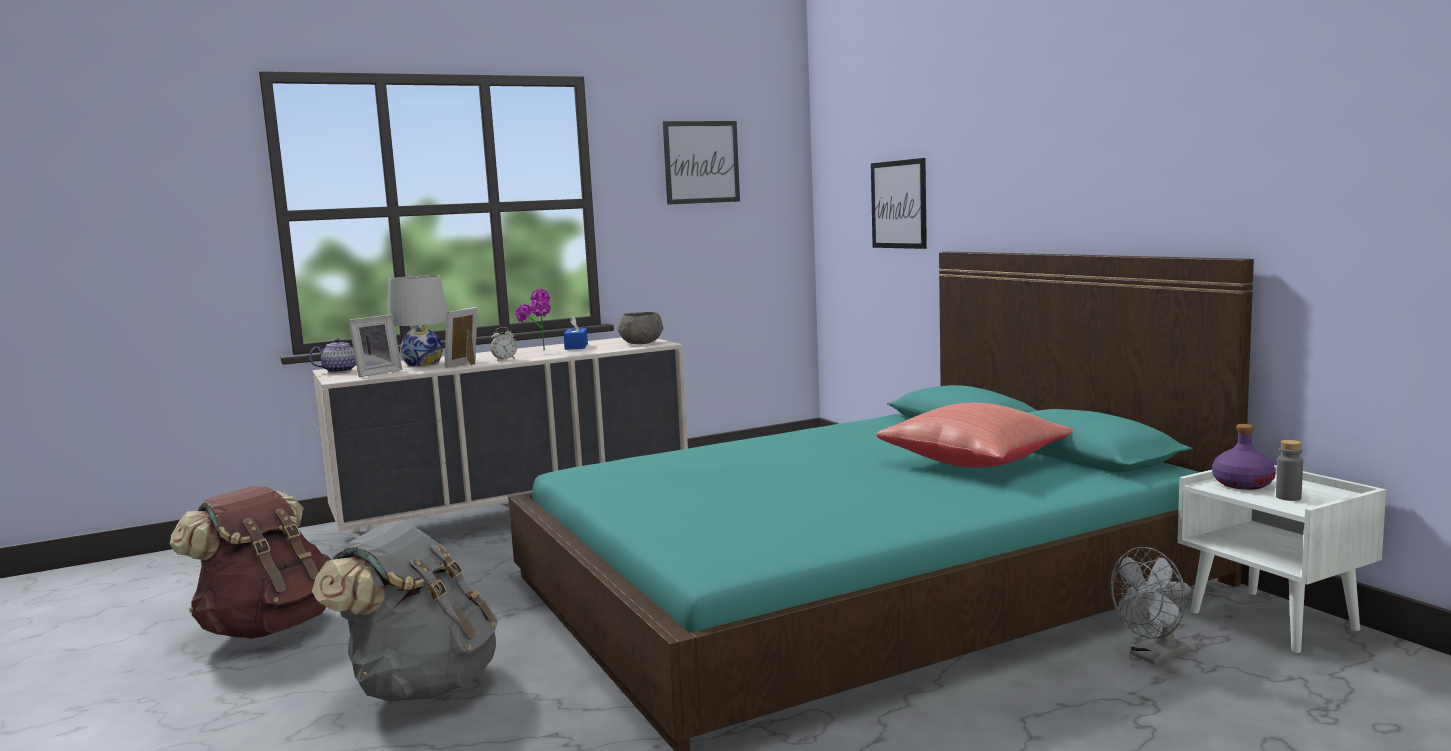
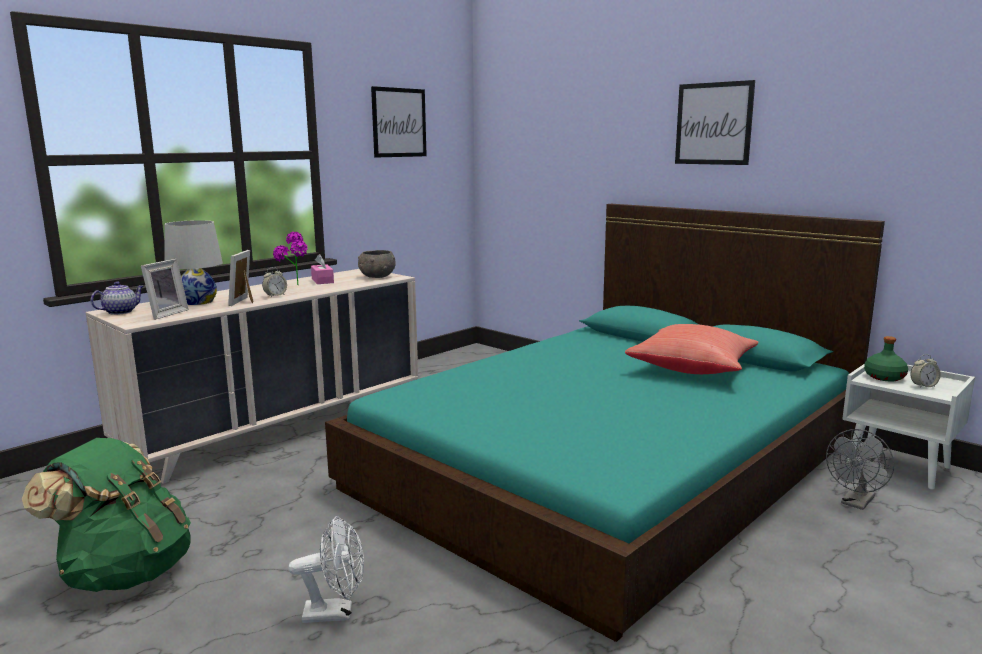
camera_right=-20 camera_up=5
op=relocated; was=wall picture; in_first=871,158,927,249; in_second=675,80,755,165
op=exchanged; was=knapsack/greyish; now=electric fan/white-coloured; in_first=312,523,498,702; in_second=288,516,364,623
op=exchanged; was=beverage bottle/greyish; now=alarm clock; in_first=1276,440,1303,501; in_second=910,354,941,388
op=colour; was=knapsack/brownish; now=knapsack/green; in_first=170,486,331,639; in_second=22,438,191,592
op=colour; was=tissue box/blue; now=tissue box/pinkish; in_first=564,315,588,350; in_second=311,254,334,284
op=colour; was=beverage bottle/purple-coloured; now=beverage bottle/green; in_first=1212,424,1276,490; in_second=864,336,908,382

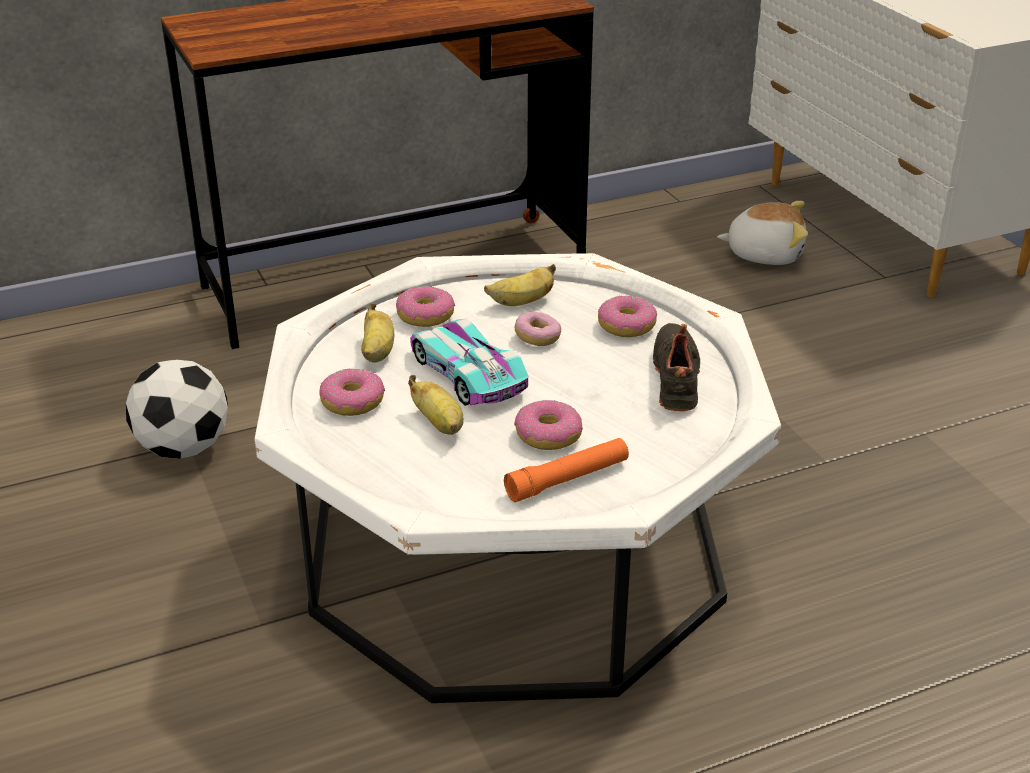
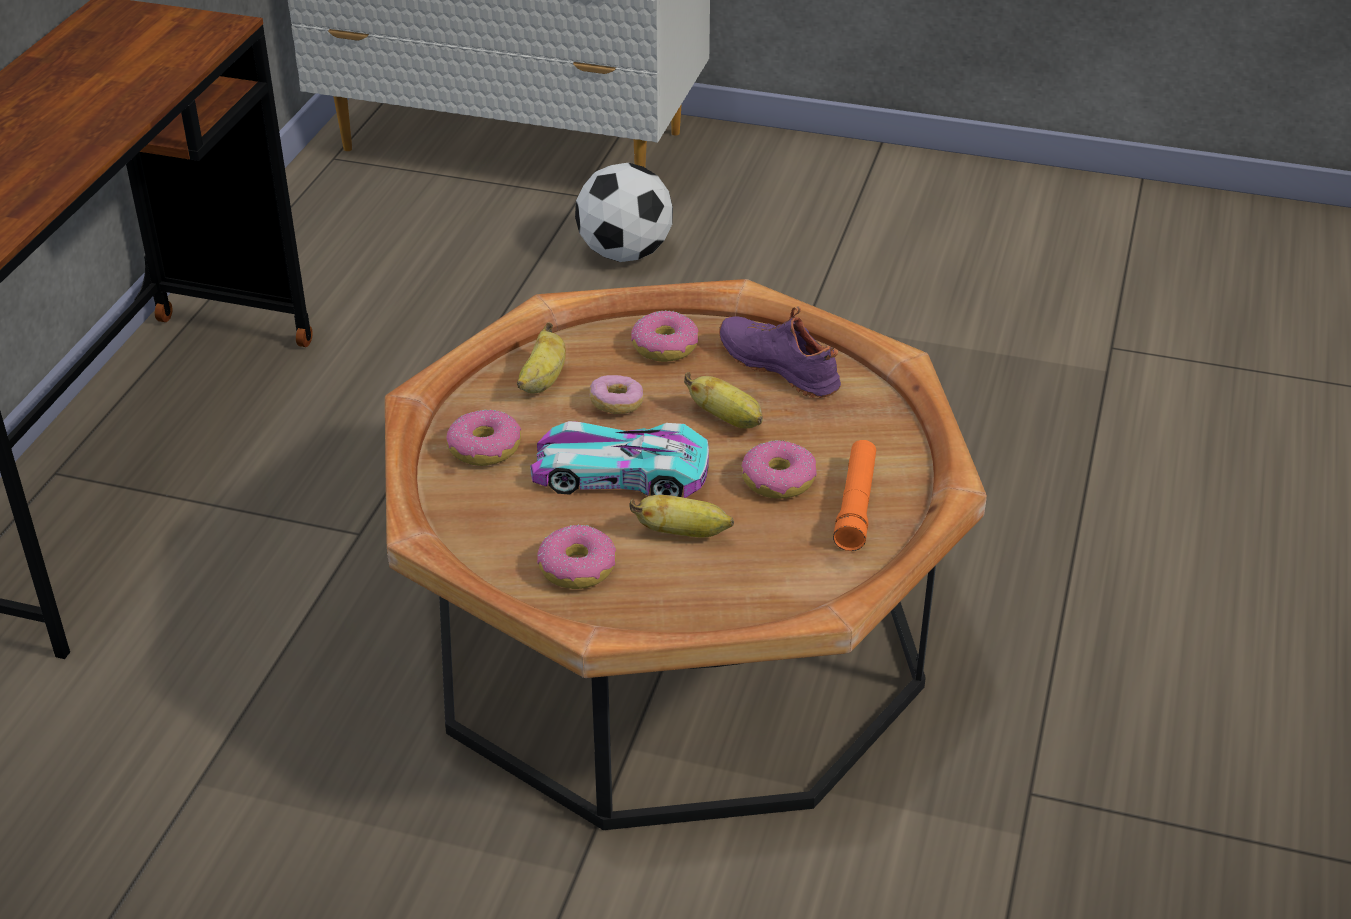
camera_right=-50 camera_up=5
op=missing; was=soft toy; in_first=717,201,808,265
op=relocated; was=football; in_first=126,360,228,459; in_second=575,163,673,262
op=relocated; was=whole banana; in_first=361,303,394,363; in_second=684,372,763,428
op=colour; was=lounge table/white-coloured; now=lounge table/brownish; in_first=255,253,781,703; in_second=385,279,987,830
op=colour; was=item of footwear/black-coloured; now=item of footwear/purple-coloured; in_first=653,323,700,411; in_second=719,306,841,398

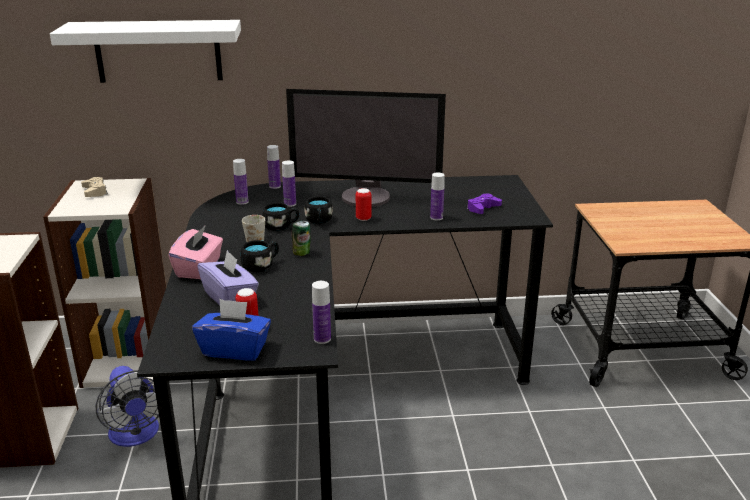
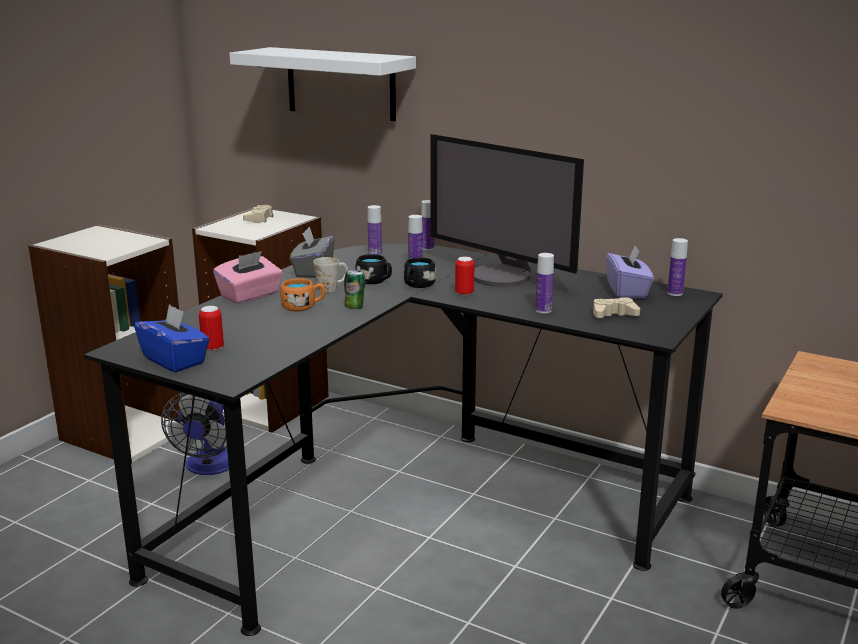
camera_right=35 camera_up=-5
op=appeared; now=tissue box/greyish; in_second=290,226,335,278
op=relocated; was=tissue box/purple-coloured; in_first=198,250,259,305; in_second=606,244,654,298
op=relocated; was=beverage bottle; in_first=312,281,331,344; in_second=667,238,688,296
op=colour; was=tea mug/black-coloured; now=tea mug/orange-coloured; in_first=241,240,279,272; in_second=280,278,325,312
op=colour; was=gamepad/purple-coloured; now=gamepad/sand-coloured; in_first=467,194,502,214; in_second=593,297,640,318

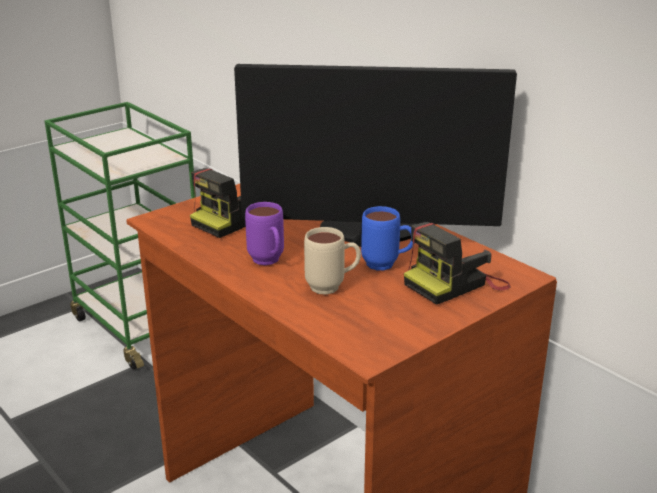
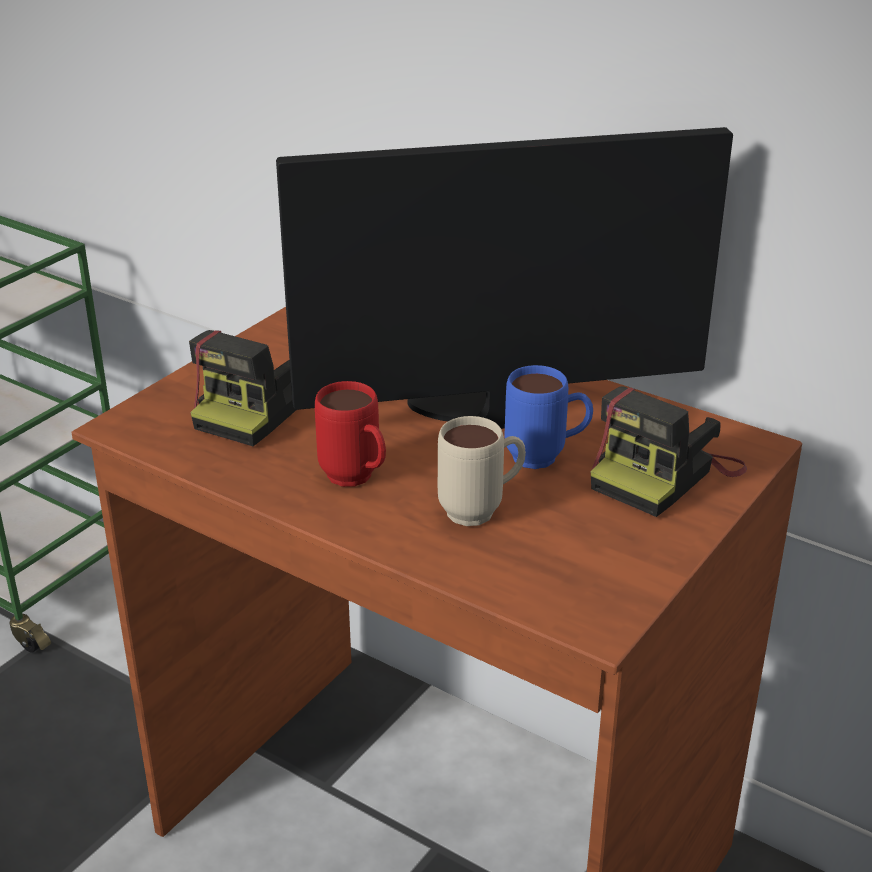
camera_right=-15 camera_up=5
op=colour; was=tea mug/purple-coloured; now=tea mug/red; in_first=245,202,284,265; in_second=315,381,386,487

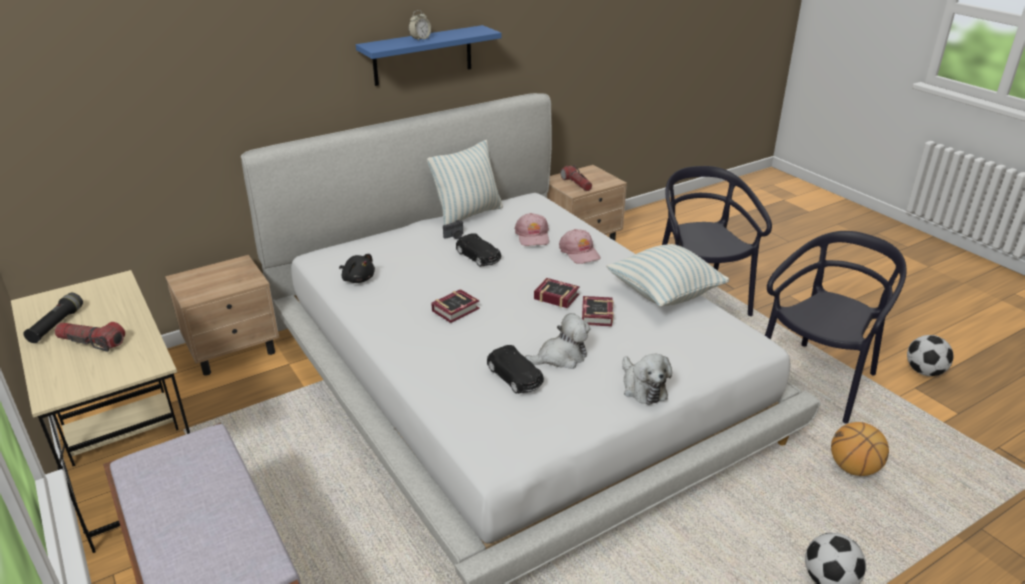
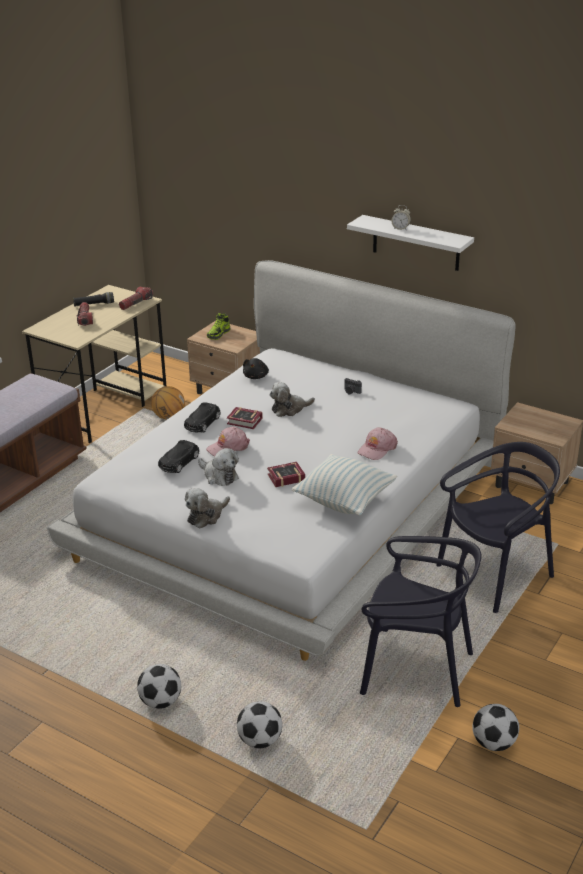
camera_right=65 camera_up=0
op=missing; was=pillow; in_first=427,140,503,225
op=missing; was=bound book; in_first=534,278,580,308
op=appeared; now=item of footwear; in_second=207,313,230,340
op=appeared; now=football; in_second=237,701,282,748
op=appeared; now=soft toy; in_second=269,382,315,417
op=relocated; was=miniature car/black-coloured; in_first=456,233,501,267; in_second=184,402,220,433
op=relocated; was=peaked cap/pinkish; in_first=514,213,549,246; in_second=206,427,250,457
op=relocated; was=flashlight; in_first=560,165,592,191; in_second=119,287,153,310
op=relocated; was=basketball; in_first=831,422,889,476; in_second=151,386,185,420
op=colour; was=bracket shelf/blue; now=bracket shelf/white-coloured; in_first=356,25,502,86; in_second=347,215,474,271

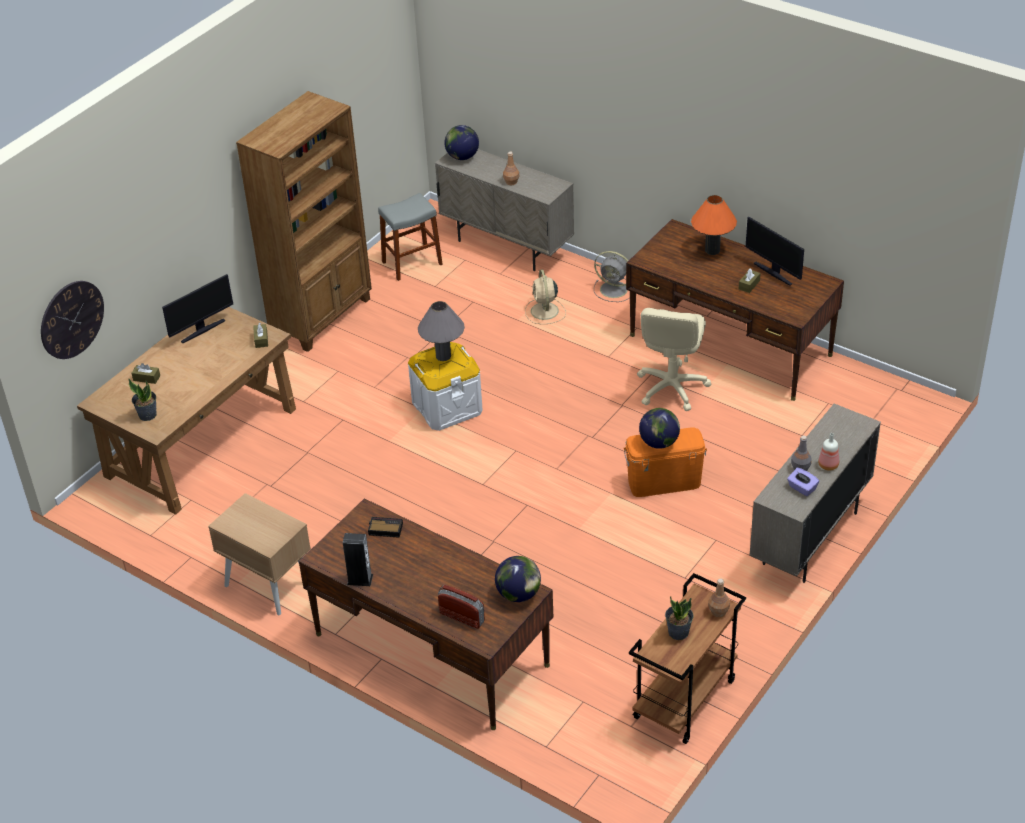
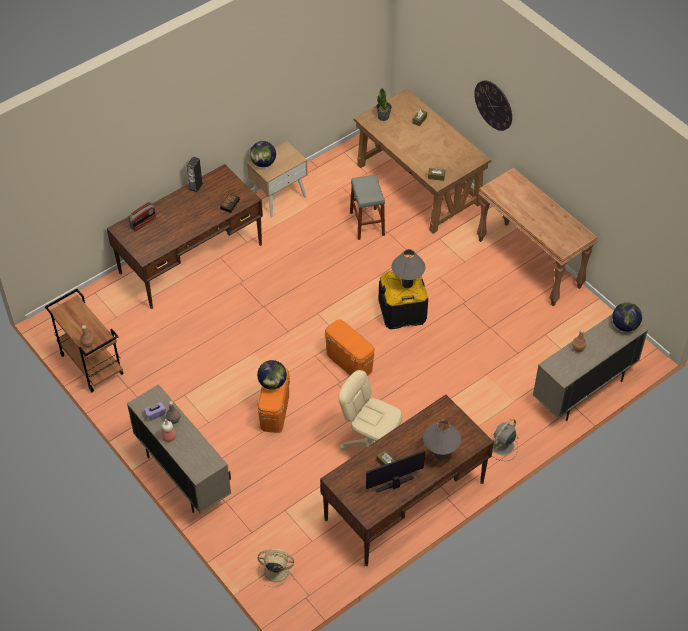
camera_right=105 camera_up=10
op=missing; was=computer display; in_first=162,274,233,343
op=missing; was=potted plant; in_first=665,596,694,640
op=appeared; now=storage box/orange-coloured; in_second=325,319,375,376
op=relocated; was=clock on the wall; in_first=41,281,104,359; in_second=474,80,512,131
op=relocated; was=sitting stool/greyish; in_first=378,193,443,281; in_second=350,175,385,240
op=relocated; was=world globe; in_first=495,556,541,602; in_second=250,141,276,167
op=relocated; was=electric fan/sand-coloured; in_first=525,269,566,324; in_second=258,549,295,587
op=exchanged; was=shelving unit/brownish; now=hall table/brownish; in_first=236,91,372,352; in_second=477,167,598,306
op=colour; was=storage box/white-coloured; now=storage box/black-coloured; in_first=408,342,483,431; in_second=378,270,428,329
op=colour; was=table lamp/orange-coloured; now=table lamp/greyish; in_first=691,195,737,255; in_second=423,420,461,460

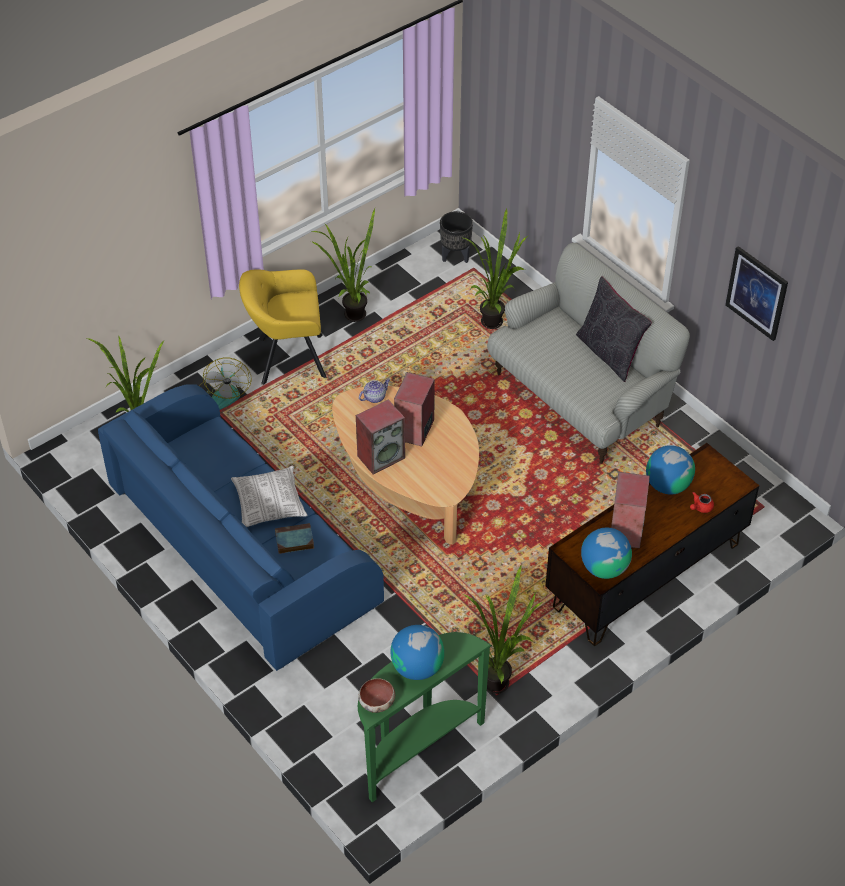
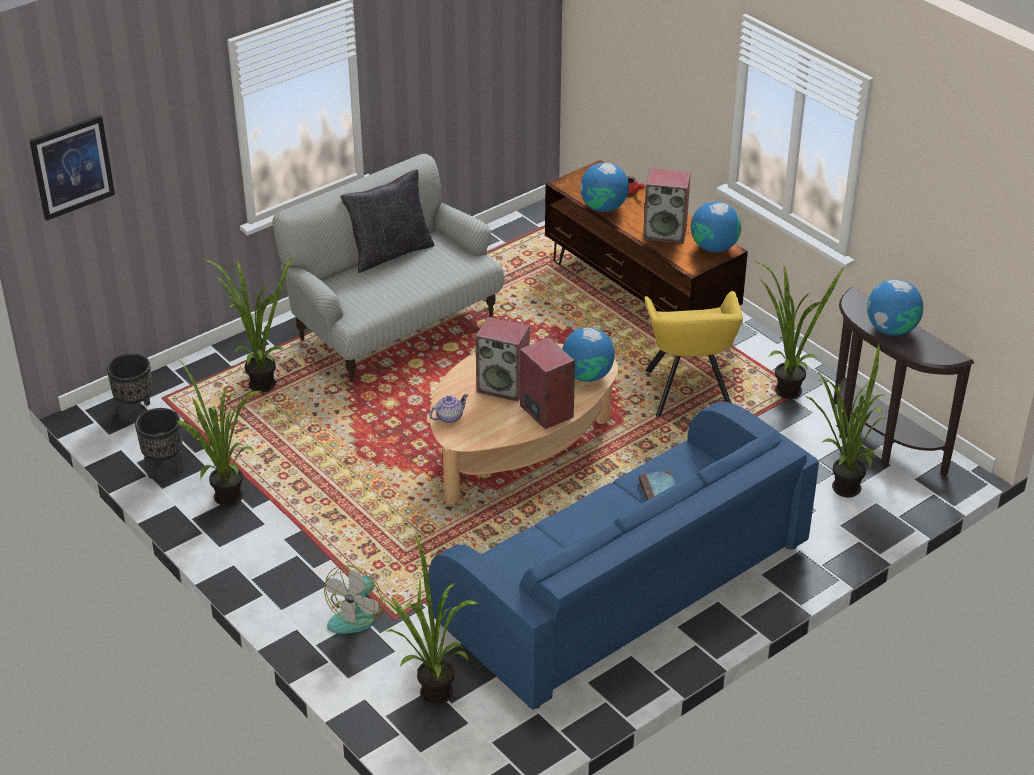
camera_right=-90 camera_up=-10
op=missing; was=pillow; in_first=231,466,307,527
op=missing; was=serving bowl; in_first=358,678,395,713
op=appeared; now=plant pot/black-coloured; in_second=135,408,184,479
op=appeared; now=world globe; in_second=562,328,615,382
op=appeared; now=potted plant; in_second=805,342,884,497
op=relocated; was=lounge chair/yellow-coloured; in_first=239,269,326,385; in_second=645,291,743,417
op=relocated; was=wall picture; in_first=725,246,788,341; in_second=29,115,115,221
op=colour; was=hall table/green; now=hall table/brownish; in_first=358,632,492,802; in_second=834,287,974,476
op=spun; was=electric fan; in_first=199,357,251,410; in_second=324,565,385,634; clockwise=120
op=spun; was=pot for tea; in_first=359,378,391,403; in_second=429,394,468,423; clockwise=90

